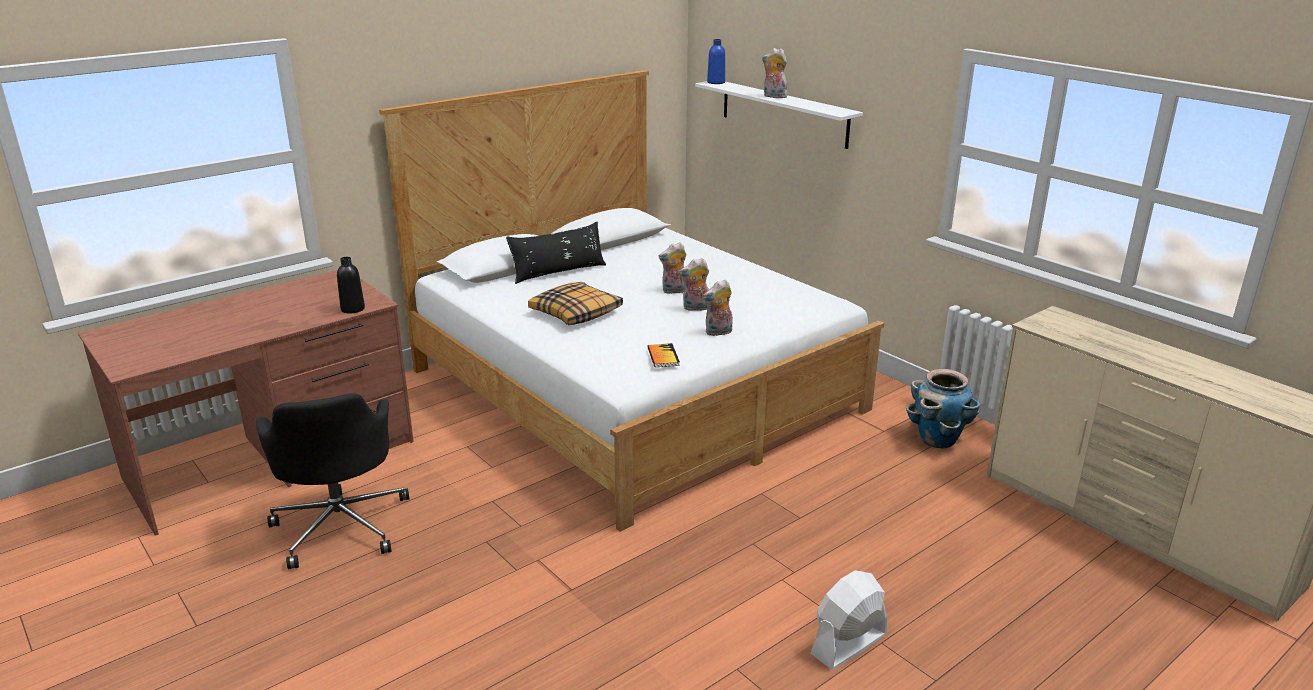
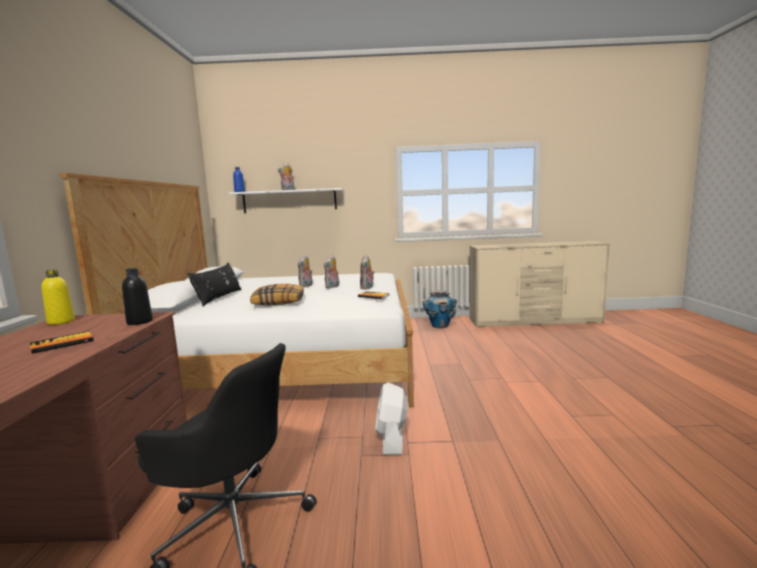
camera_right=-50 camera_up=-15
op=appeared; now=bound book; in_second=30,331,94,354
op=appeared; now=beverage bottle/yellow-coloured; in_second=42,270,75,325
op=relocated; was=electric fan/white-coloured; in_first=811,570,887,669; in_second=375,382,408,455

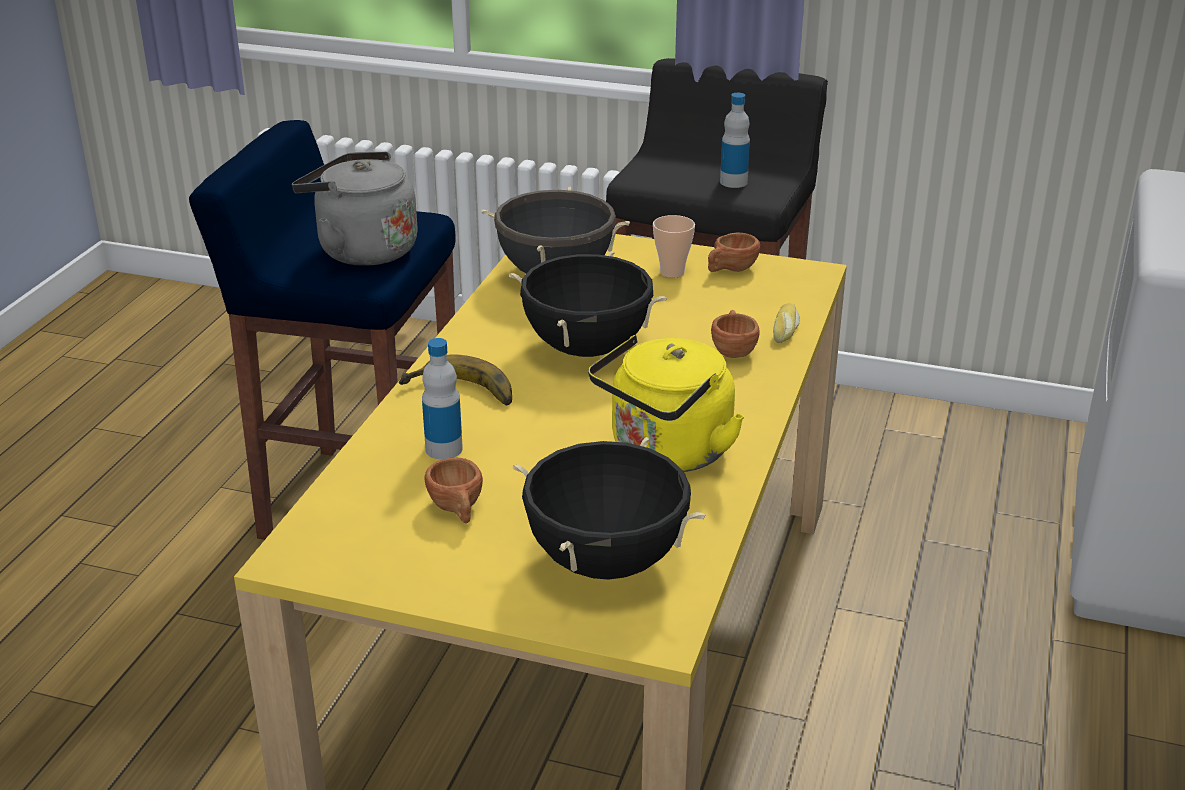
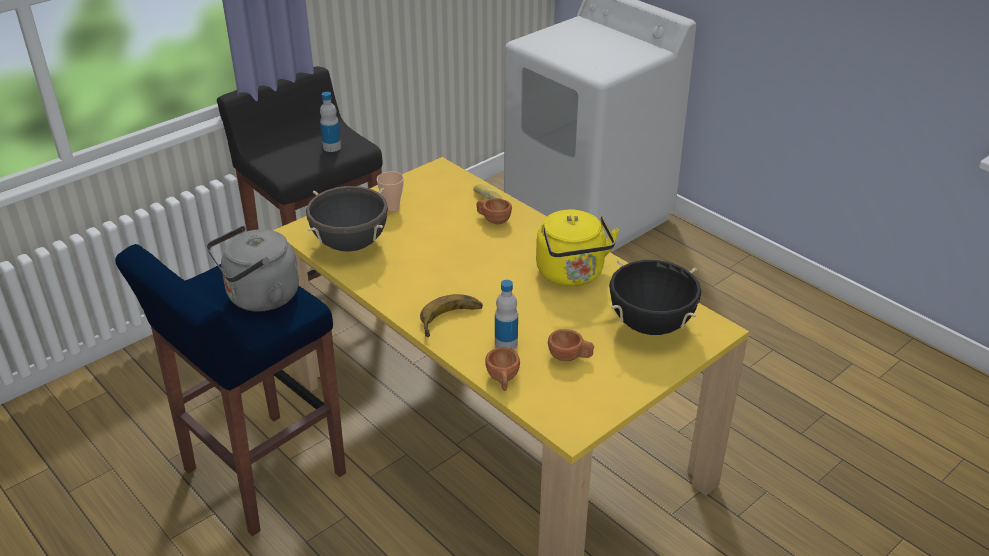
camera_right=-60 camera_up=5
op=missing; was=stockpot/black-coloured; in_first=509,251,667,357
op=relocated; was=small cup/brownish; in_first=708,233,760,272; in_second=485,347,520,391

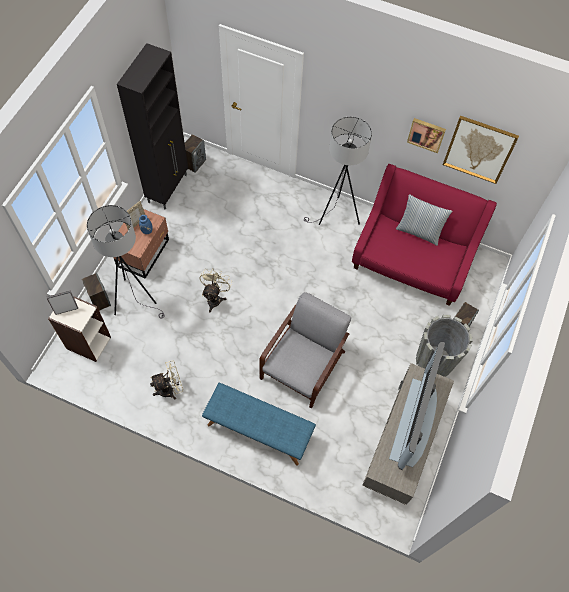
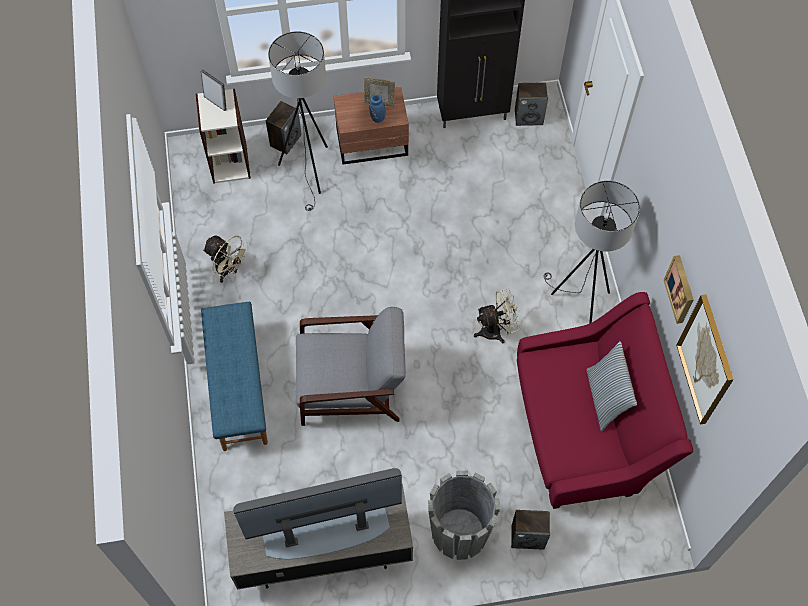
camera_right=60 camera_up=0
op=relocated; was=electric fan/sand-coloured; in_first=199,268,232,312; in_second=474,289,521,343

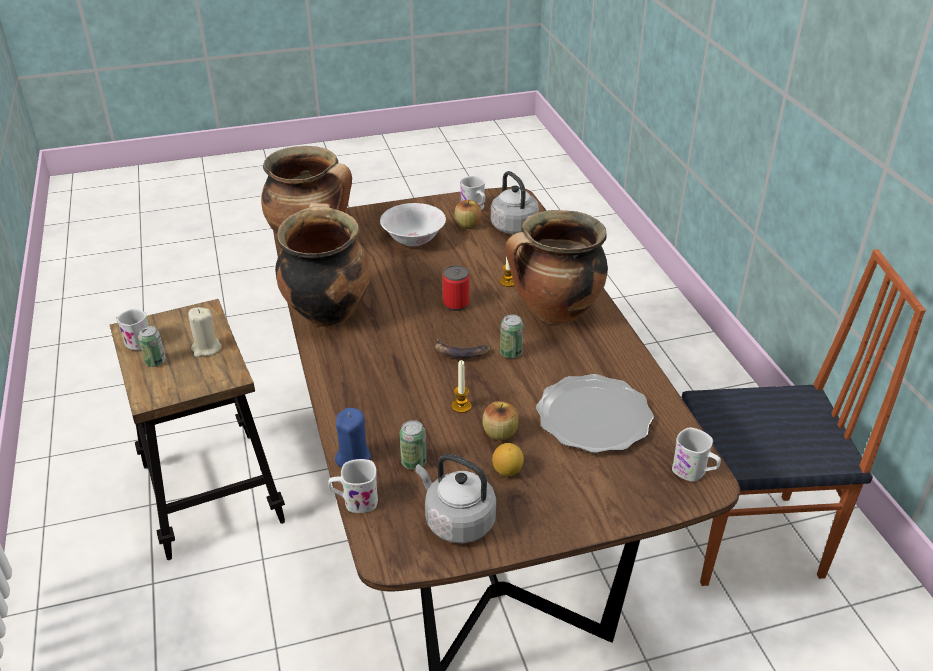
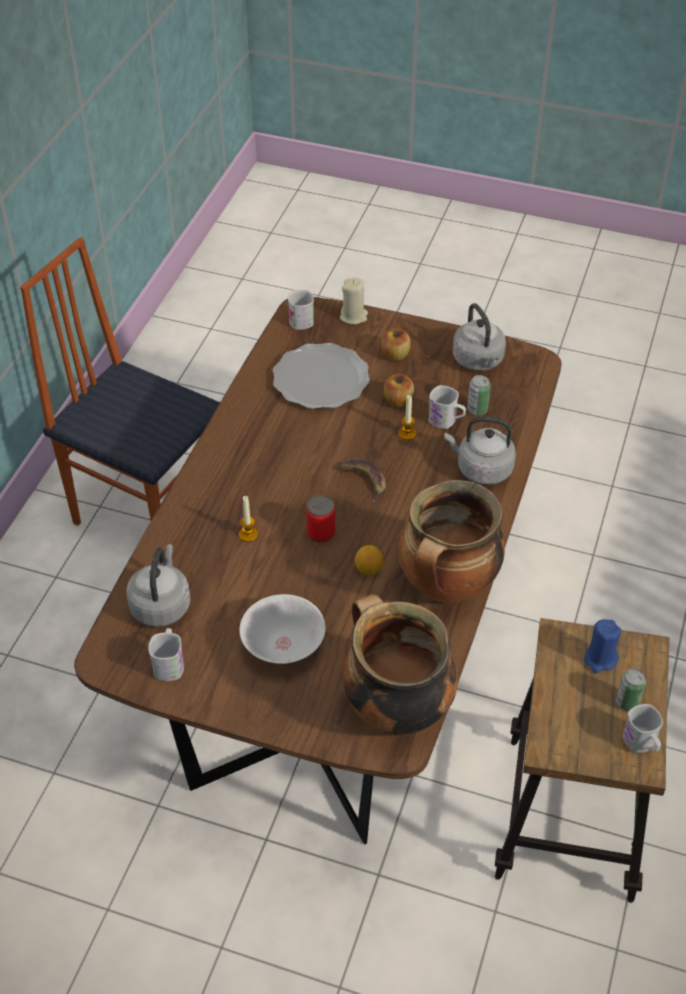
camera_right=-145 camera_up=10
op=missing; was=can; in_first=500,314,523,359
op=missing; was=stockpot; in_first=505,210,608,324
op=appeared; now=water kettle/greyish; in_second=445,416,516,485
op=relocated; was=candle/sand-coloured; in_first=188,307,222,357; in_second=340,277,368,324
op=relocated; was=tea mug/white-coloured; in_first=328,459,378,513; in_second=429,385,466,429
op=relocated; was=candle/blue; in_first=335,408,371,467; in_second=584,619,622,673
op=relocated; was=apple fruit; in_first=455,200,481,229; in_second=381,328,411,361
op=relocated; was=lemon; in_first=492,443,524,476; in_second=355,545,383,575

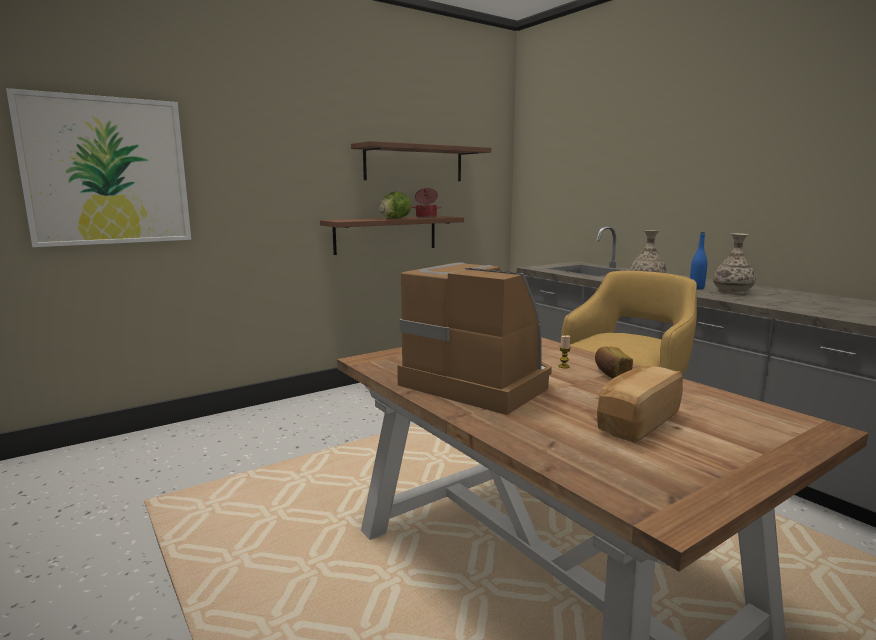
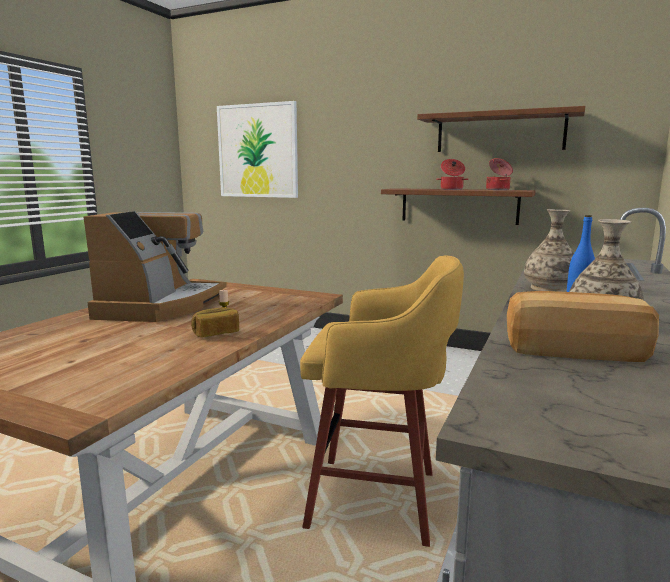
camera_right=60 camera_up=0
op=relocated; was=bakery bread; in_first=597,366,683,443; in_second=507,291,659,362
op=exchanged; was=lettuce; now=stockpot; in_first=379,191,411,219; in_second=436,159,468,190

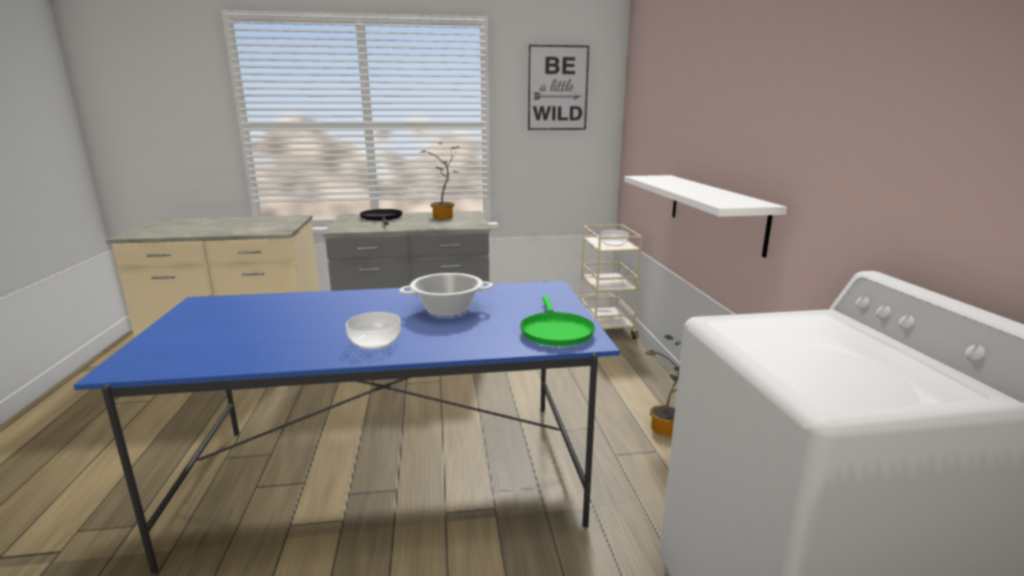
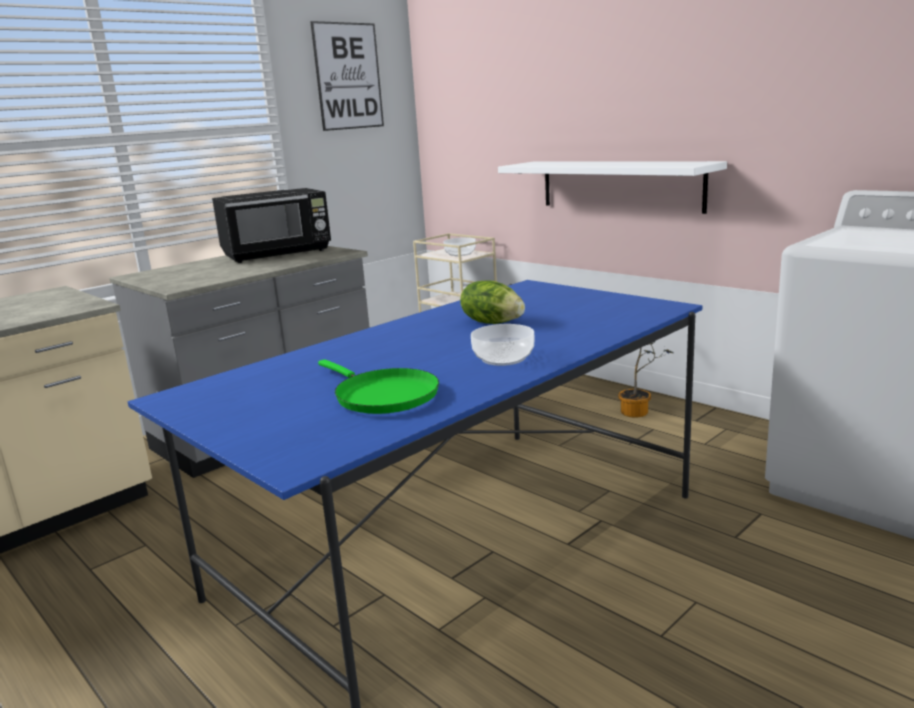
camera_right=-35 camera_up=0
op=missing; was=pan/black-coloured; in_first=360,209,402,225
op=relocated; was=pan/green; in_first=520,296,595,346; in_second=318,359,439,414
op=exchanged; was=stockpot; now=lettuce; in_first=399,273,493,317; in_second=460,281,525,324
op=exchanged; was=potted plant; now=microwave/black-coloured; in_first=421,143,459,219; in_second=212,188,331,263

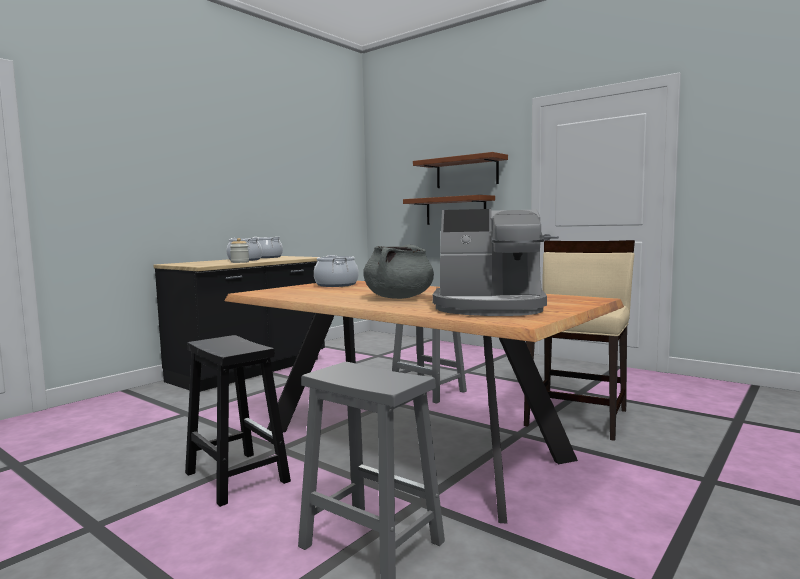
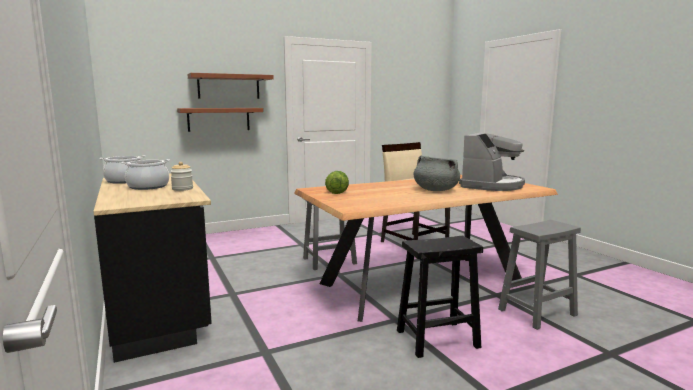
camera_right=-65 camera_up=5
op=exchanged; was=stockpot; now=lettuce; in_first=314,255,359,287; in_second=325,171,349,194

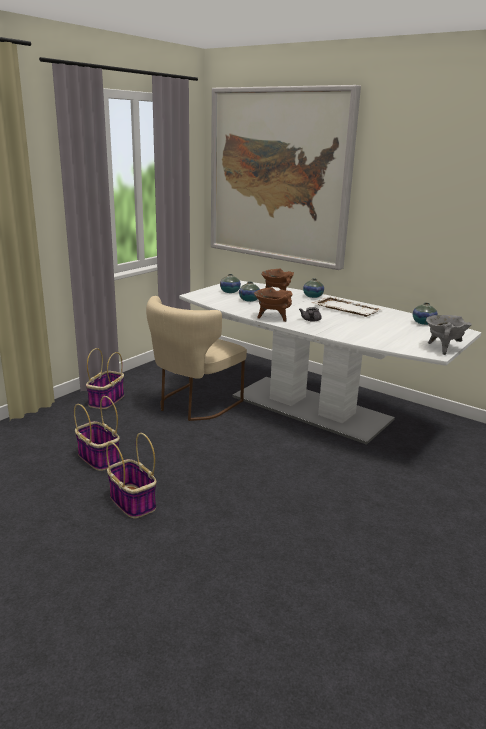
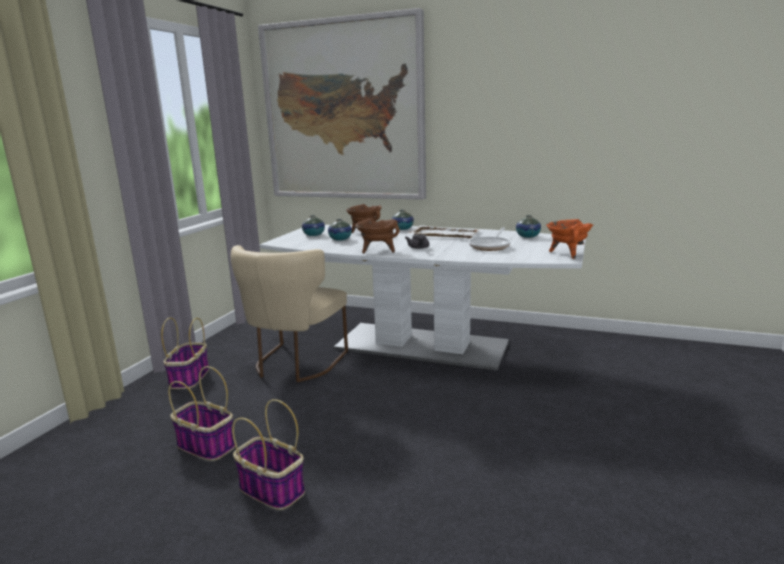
camera_right=-15 camera_up=-5
op=appeared; now=pan; in_second=469,227,510,251
op=colour; was=stockpot/greyish; now=stockpot/orange-coloured; in_first=426,315,472,355; in_second=546,219,593,259

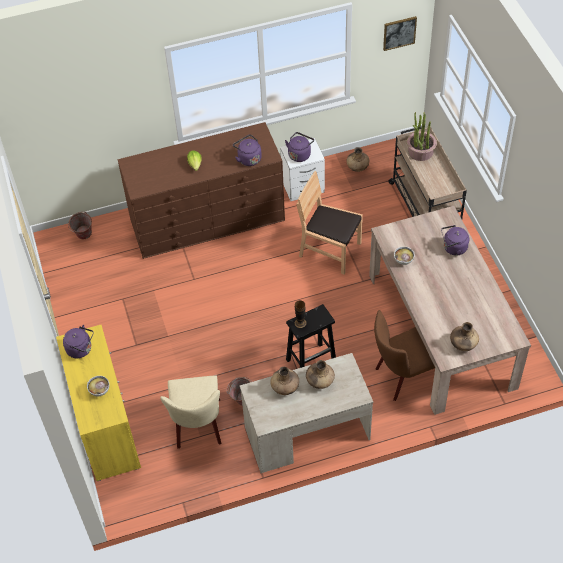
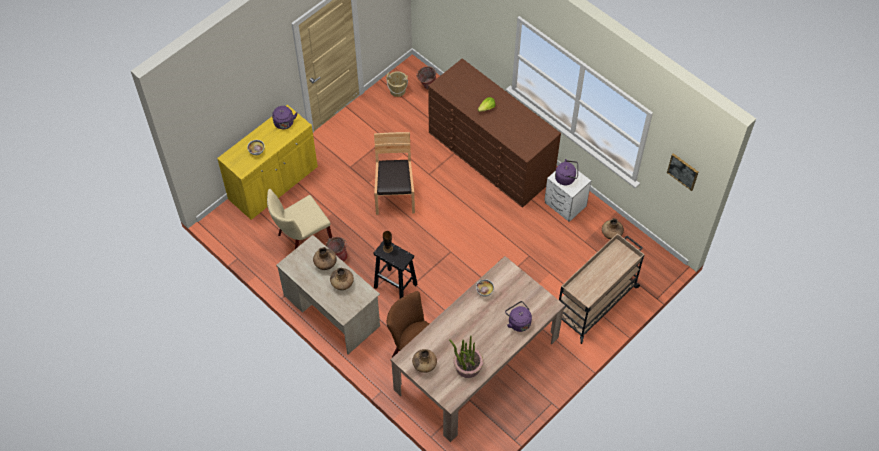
camera_right=60 camera_up=5
op=missing; was=water kettle/purple-coloured; in_first=233,134,262,166
op=appeared; now=bucket/sand-coloured; in_second=386,71,408,97
op=relocated; was=chair/brownish; in_first=297,171,363,275; in_second=374,132,415,215
op=relocated; was=potted plant; in_first=407,112,437,161; in_second=449,335,484,378

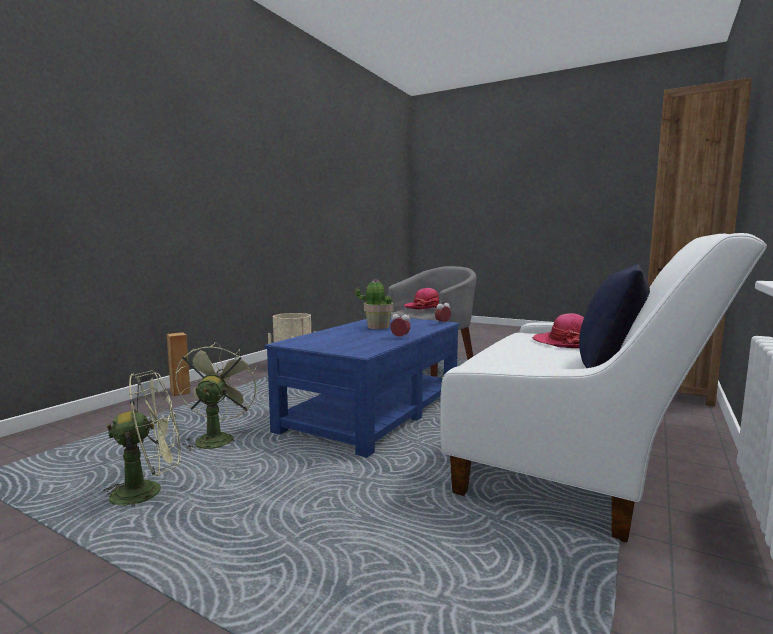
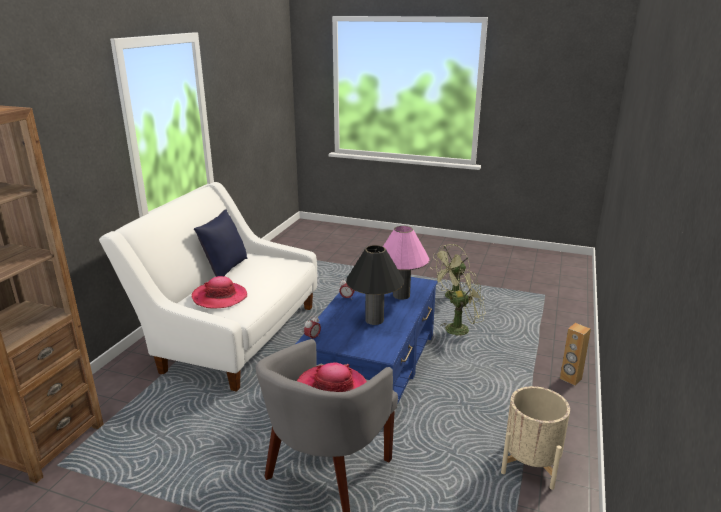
camera_right=170 camera_up=15
op=appeared; now=table lamp/pinkish; in_second=383,226,429,300
op=exchanged; was=potted plant; now=table lamp/black-coloured; in_first=356,278,393,329; in_second=346,245,404,325
op=spun; was=electric fan/green; in_first=175,342,259,451; in_second=440,270,485,336; clockwise=-90

